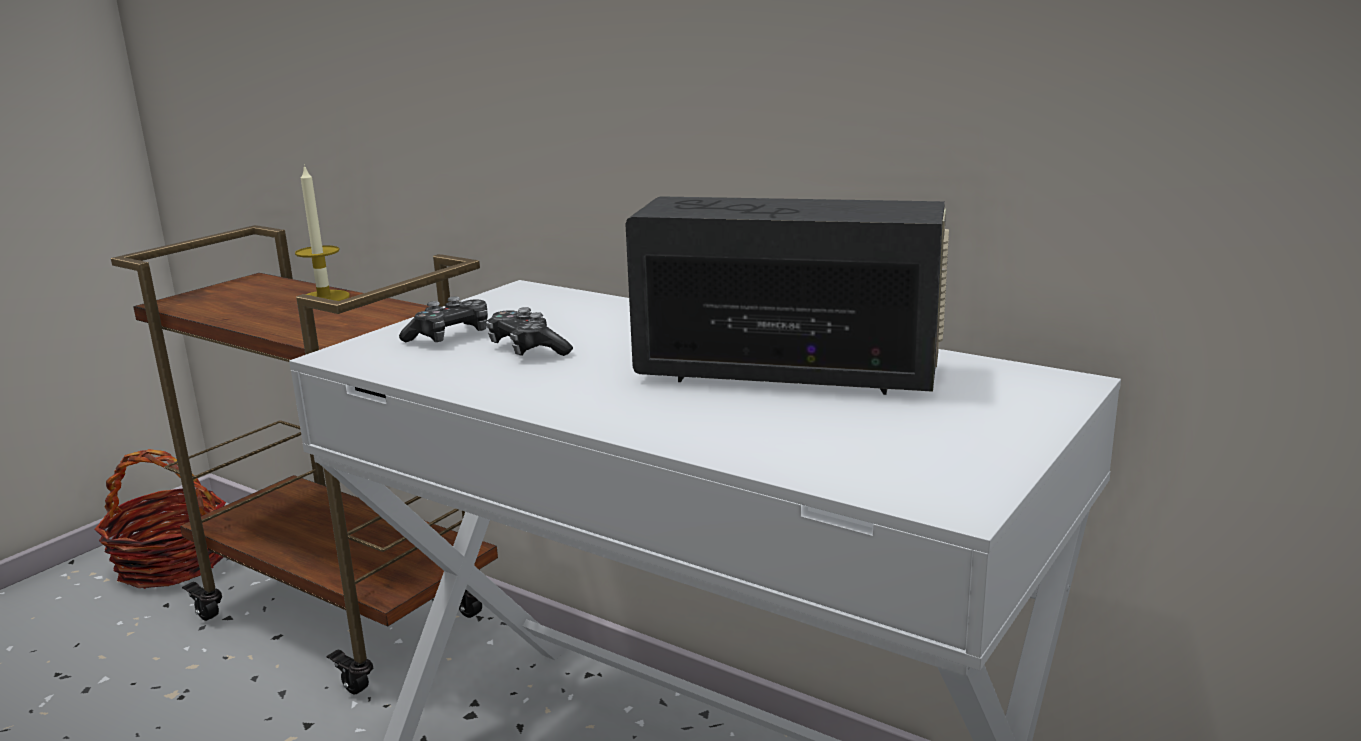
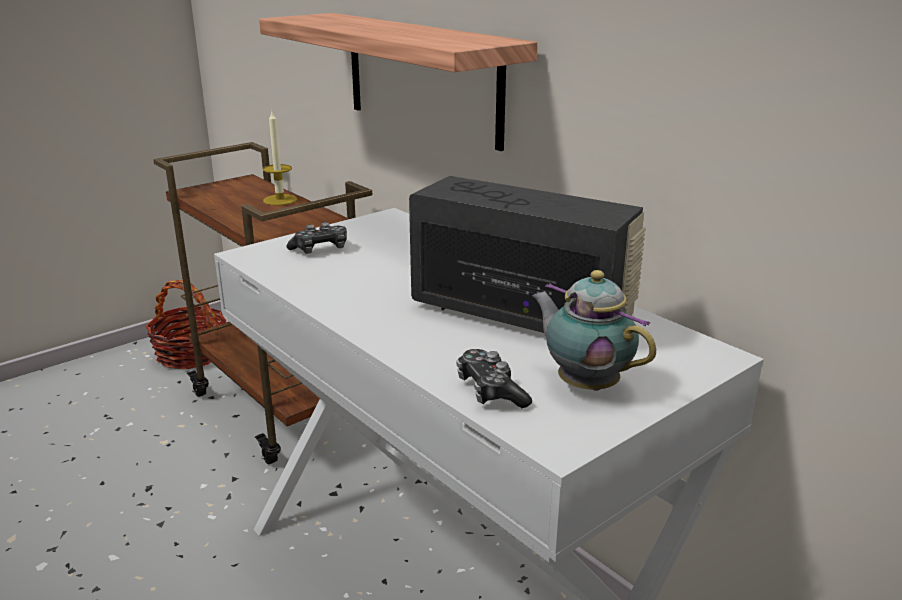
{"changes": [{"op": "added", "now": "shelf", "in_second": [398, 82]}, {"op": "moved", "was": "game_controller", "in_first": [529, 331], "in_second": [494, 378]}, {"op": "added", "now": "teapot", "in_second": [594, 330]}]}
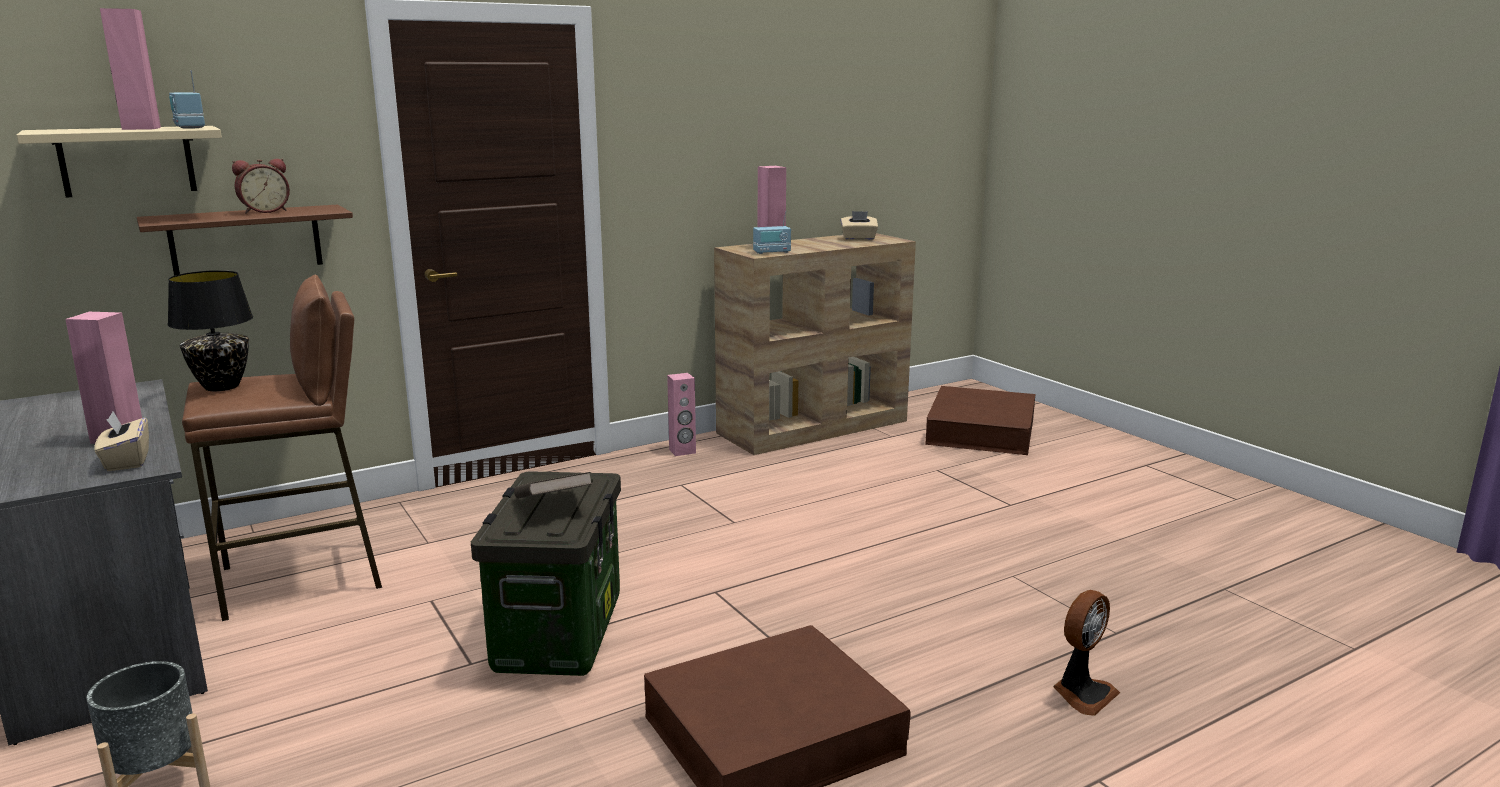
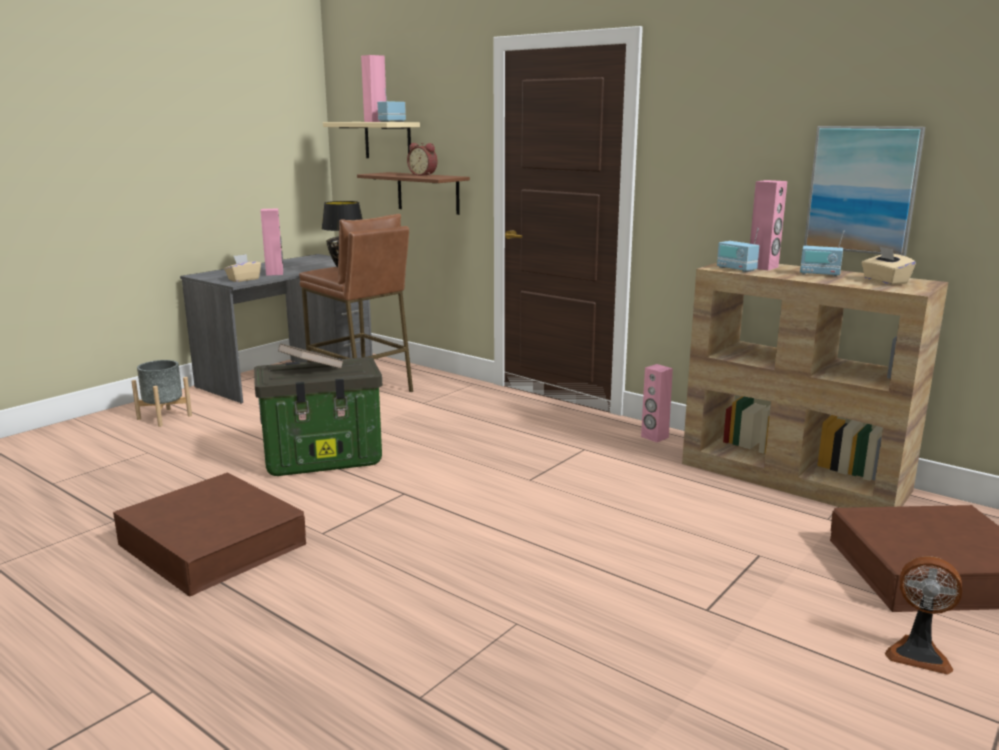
{"changes": [{"op": "added", "now": "radio", "in_second": [822, 253]}, {"op": "added", "now": "picture", "in_second": [864, 191]}, {"op": "moved", "was": "fan", "in_first": [1086, 653], "in_second": [923, 615]}]}
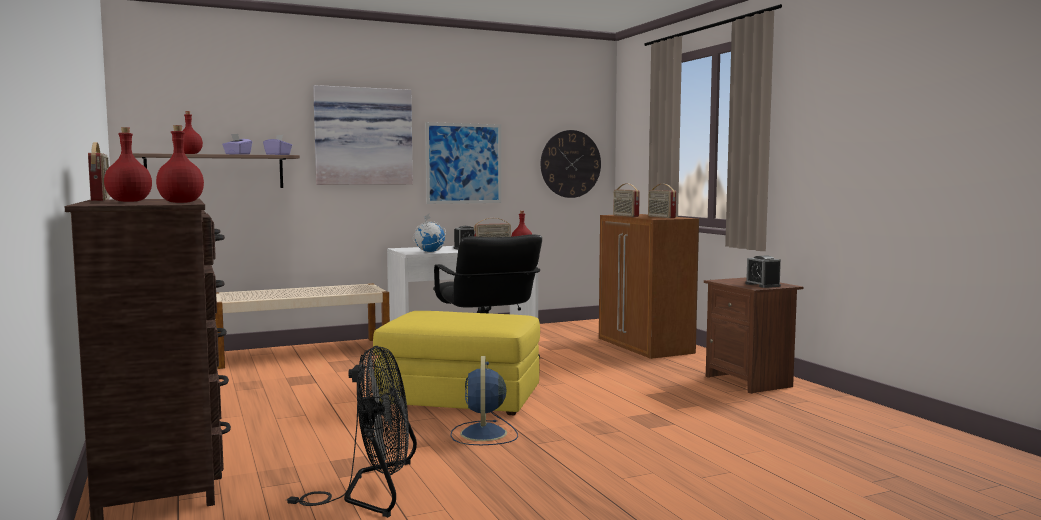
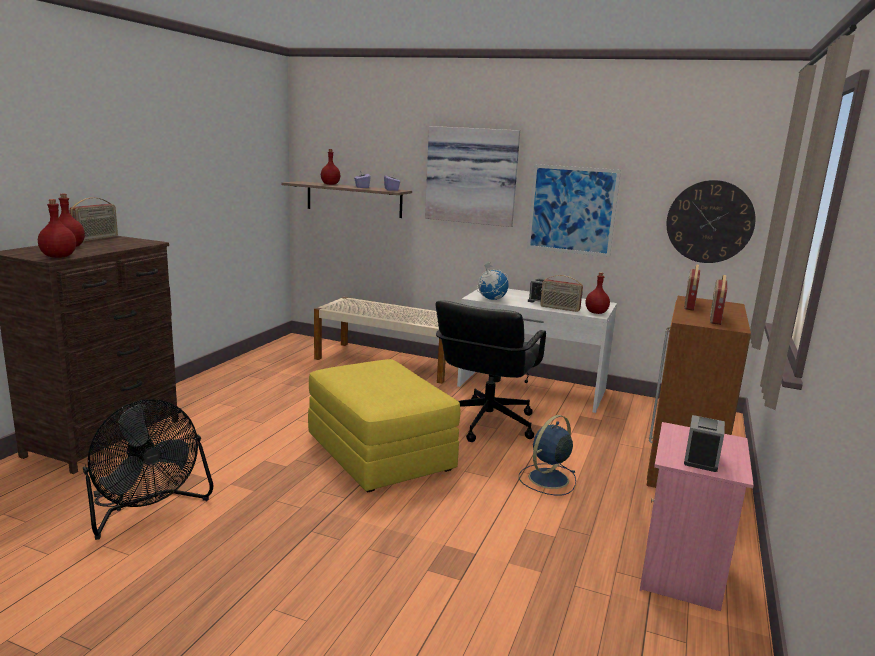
{"changes": [{"op": "moved", "was": "blue_fan", "in_first": [484, 400], "in_second": [547, 455]}, {"op": "recoloured", "was": "brown_nightstand", "now": "pink_nightstand", "in_first": [753, 335], "in_second": [697, 516]}]}
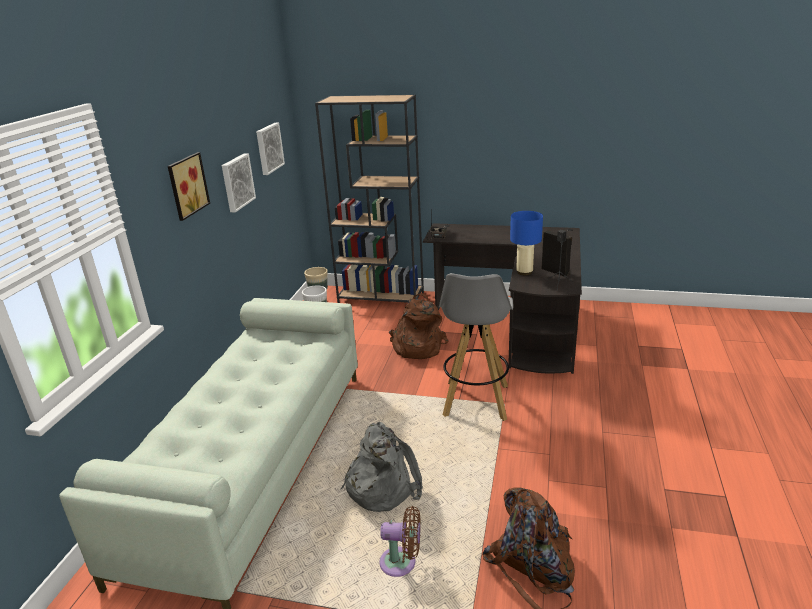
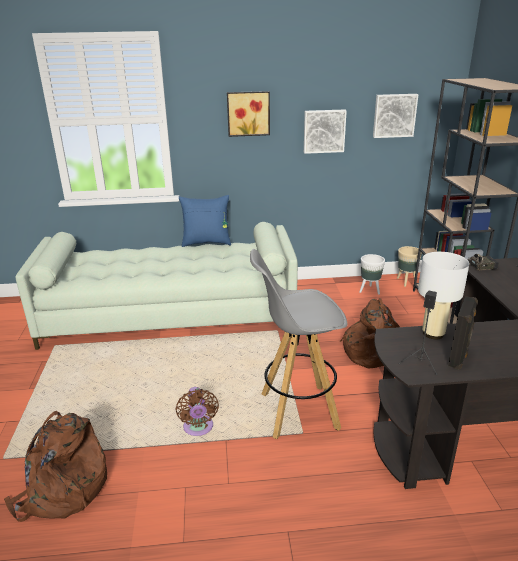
{"changes": [{"op": "moved", "was": "brown_fan", "in_first": [400, 541], "in_second": [197, 411]}, {"op": "added", "now": "blue_pillow", "in_second": [205, 221]}, {"op": "recoloured", "was": "blue_table_lamp", "now": "white_table_lamp", "in_first": [526, 243], "in_second": [443, 295]}, {"op": "removed", "was": "grey_backpack", "in_first": [382, 467]}]}
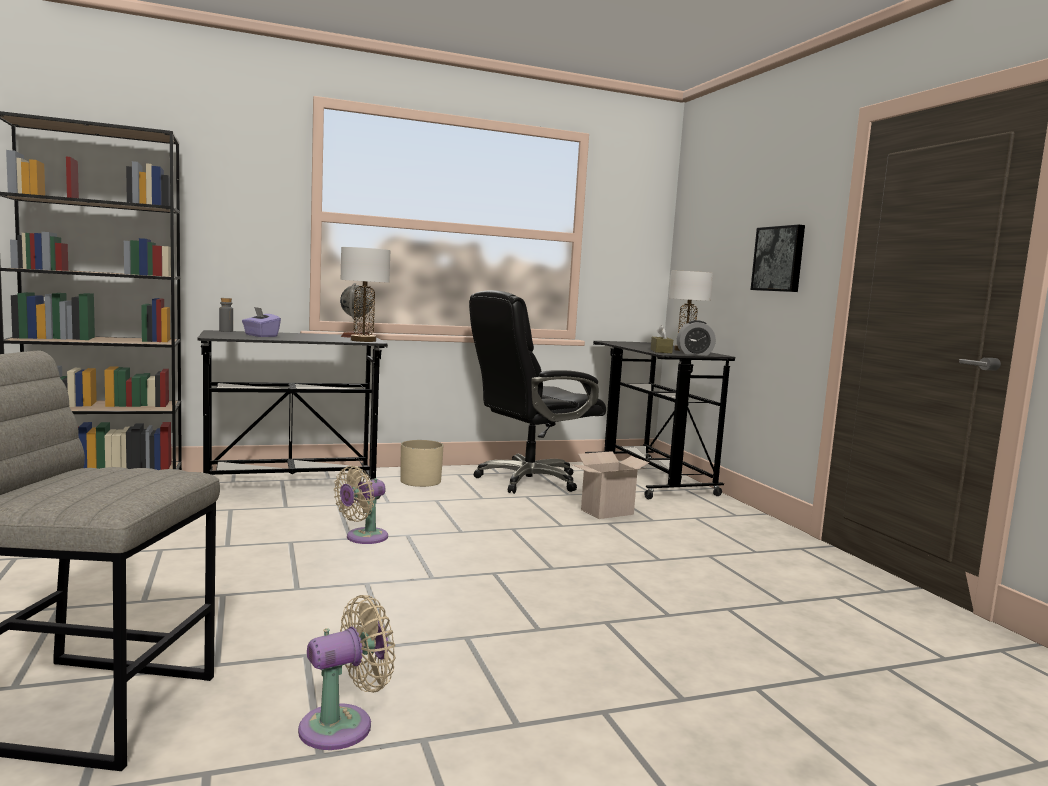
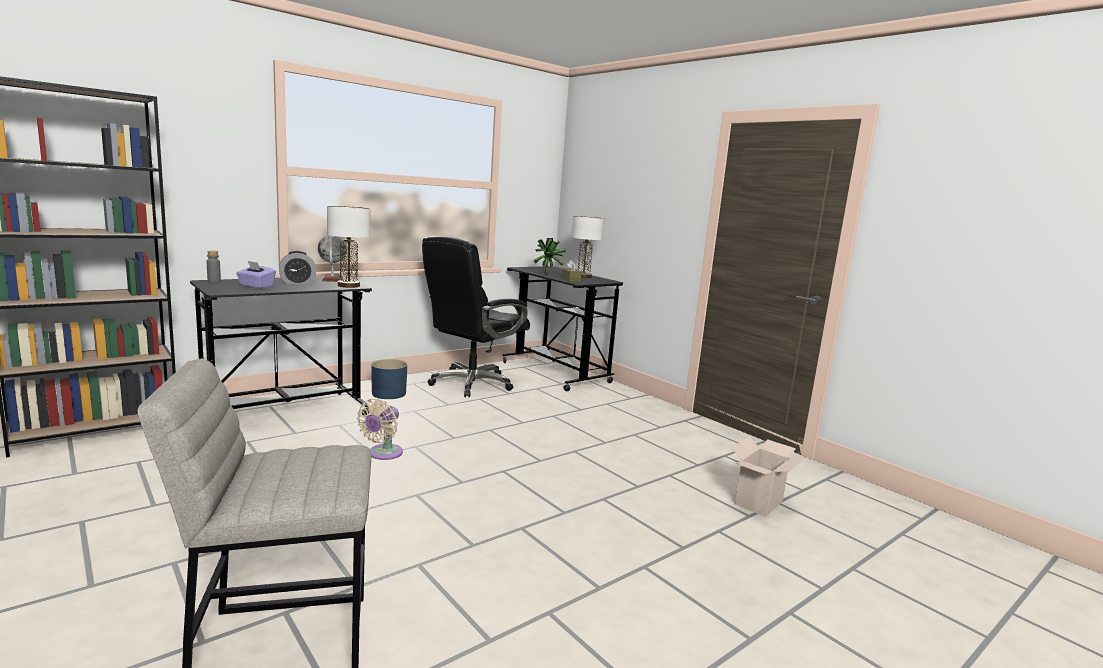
{"changes": [{"op": "moved", "was": "alarm_clock", "in_first": [696, 337], "in_second": [297, 267]}, {"op": "recoloured", "was": "beige_planter", "now": "blue_planter", "in_first": [422, 463], "in_second": [389, 379]}, {"op": "added", "now": "potted_plant", "in_second": [549, 256]}, {"op": "moved", "was": "cardboard_box", "in_first": [610, 485], "in_second": [768, 477]}, {"op": "removed", "was": "beige_fan", "in_first": [347, 672]}, {"op": "removed", "was": "picture", "in_first": [778, 258]}]}
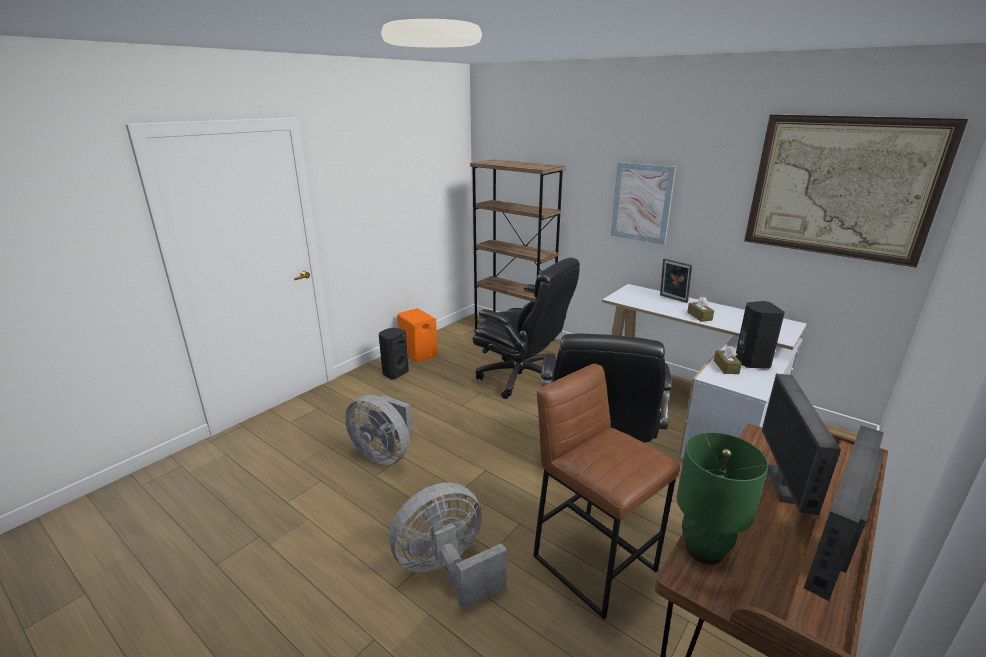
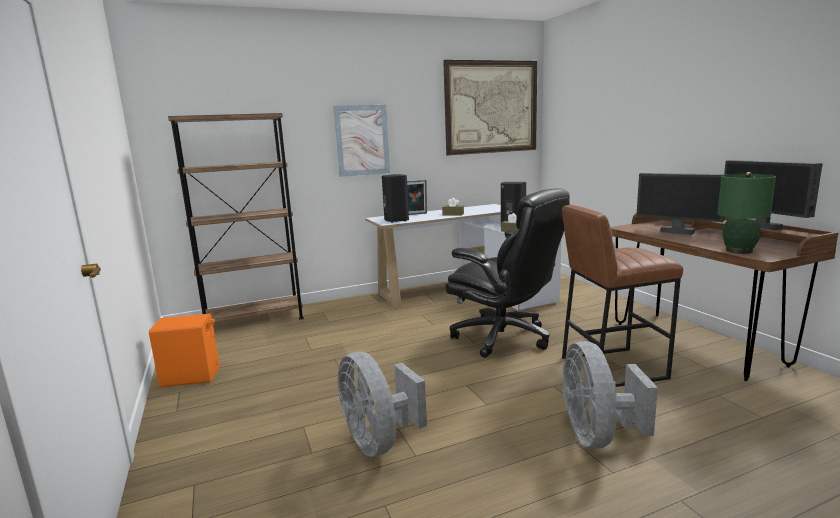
{"changes": [{"op": "turned", "was": "grey_fan", "in_first": [378, 430], "in_second": [382, 404], "clockwise": 90}, {"op": "moved", "was": "black_speaker", "in_first": [394, 353], "in_second": [395, 198]}, {"op": "removed", "was": "black_office_chair", "in_first": [526, 328]}]}
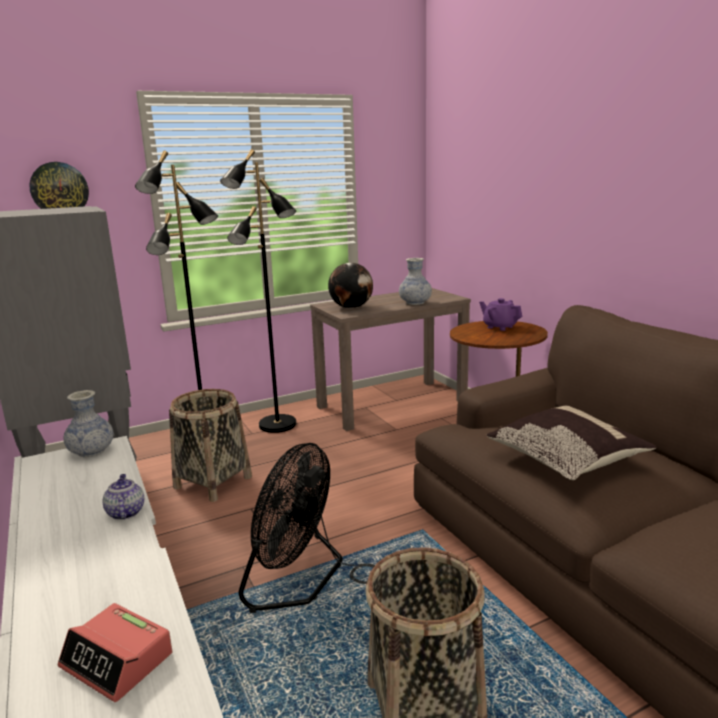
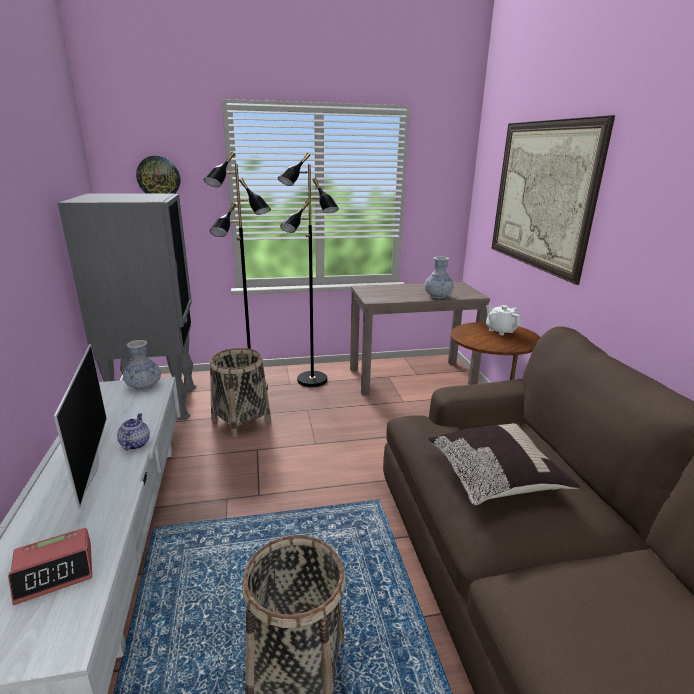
{"changes": [{"op": "turned", "was": "alarm_clock", "in_first": [115, 652], "in_second": [50, 566], "clockwise": -75}, {"op": "added", "now": "television", "in_second": [80, 426]}, {"op": "recoloured", "was": "purple_teapot", "now": "white_teapot", "in_first": [500, 314], "in_second": [503, 320]}, {"op": "added", "now": "picture", "in_second": [553, 200]}, {"op": "removed", "was": "black_fan", "in_first": [307, 528]}, {"op": "removed", "was": "globe", "in_first": [350, 286]}]}
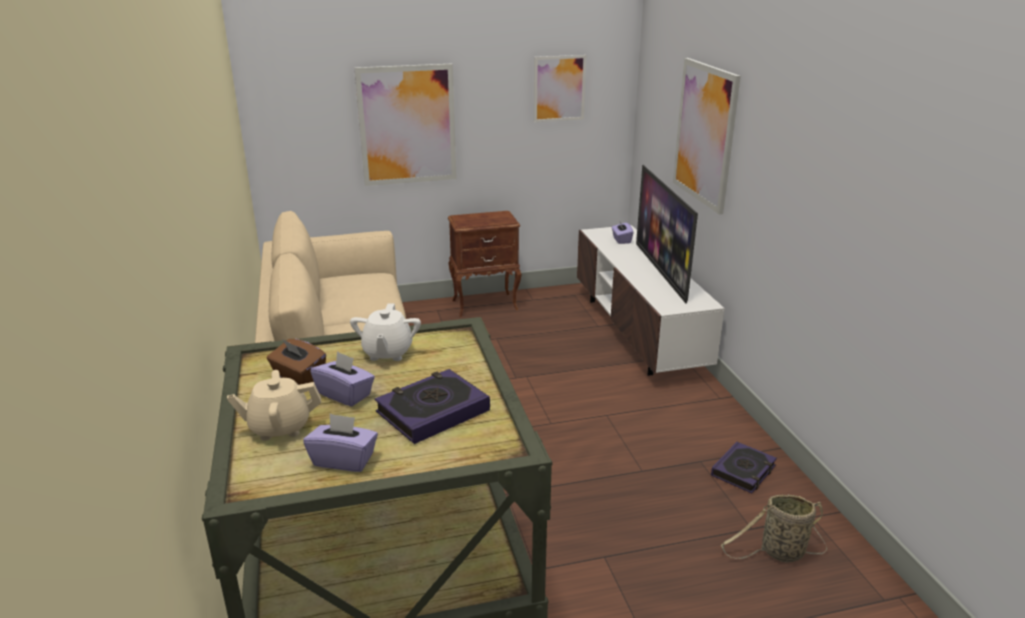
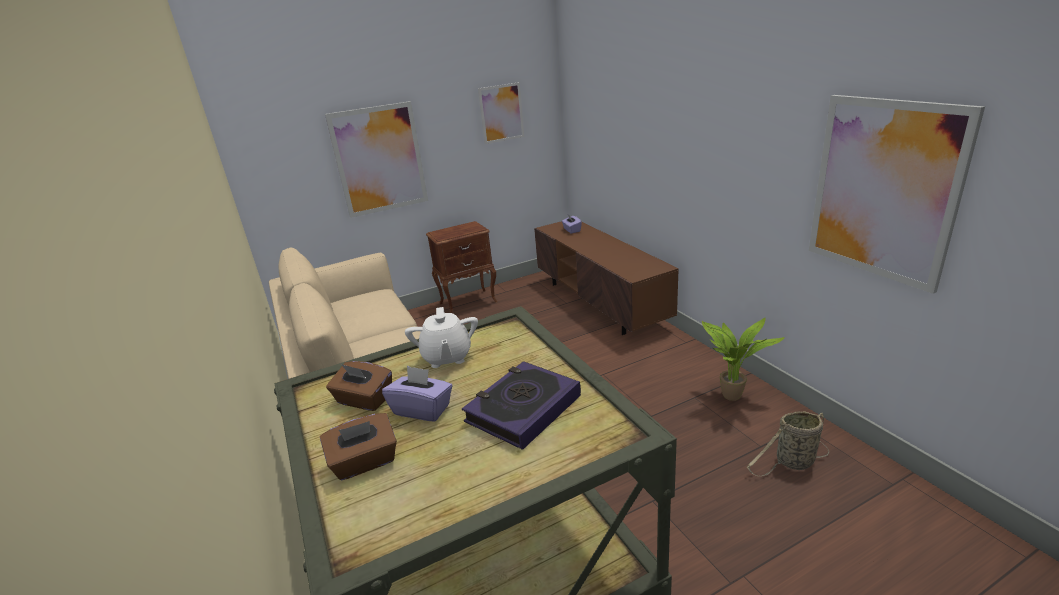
{"changes": [{"op": "replaced", "was": "beige_teapot", "now": "brown_tissue_box", "in_first": [274, 405], "in_second": [358, 446]}, {"op": "recoloured", "was": "white_tv_stand", "now": "brown_tv_stand", "in_first": [651, 300], "in_second": [606, 278]}, {"op": "replaced", "was": "book", "now": "potted_plant", "in_first": [744, 467], "in_second": [743, 359]}, {"op": "moved", "was": "picture", "in_first": [707, 136], "in_second": [897, 194]}, {"op": "removed", "was": "purple_tissue_box", "in_first": [340, 443]}, {"op": "removed", "was": "television", "in_first": [667, 234]}]}
